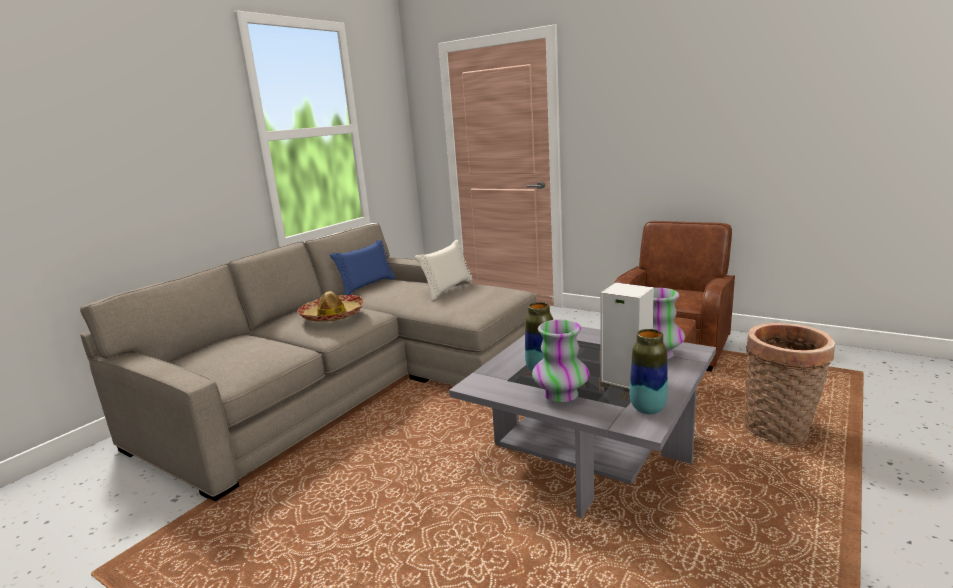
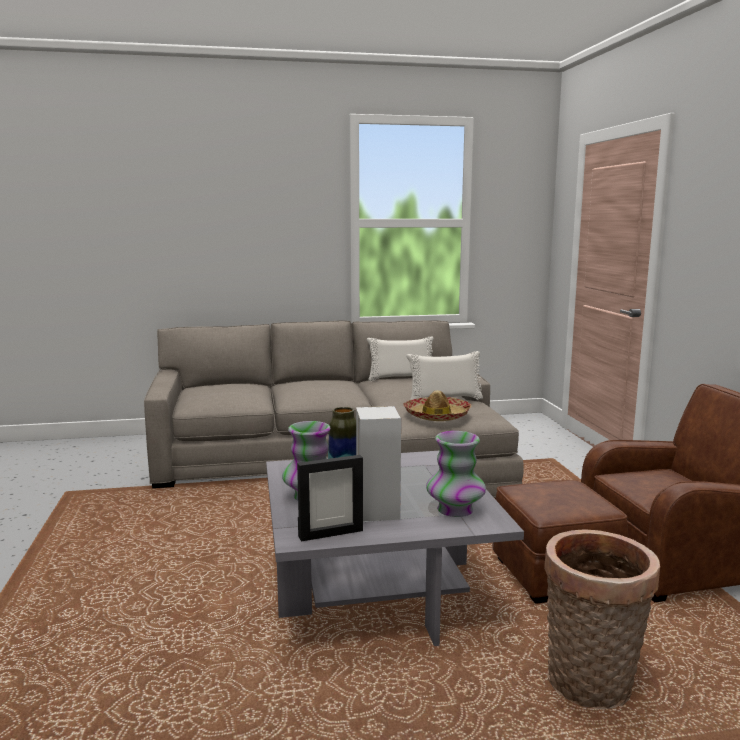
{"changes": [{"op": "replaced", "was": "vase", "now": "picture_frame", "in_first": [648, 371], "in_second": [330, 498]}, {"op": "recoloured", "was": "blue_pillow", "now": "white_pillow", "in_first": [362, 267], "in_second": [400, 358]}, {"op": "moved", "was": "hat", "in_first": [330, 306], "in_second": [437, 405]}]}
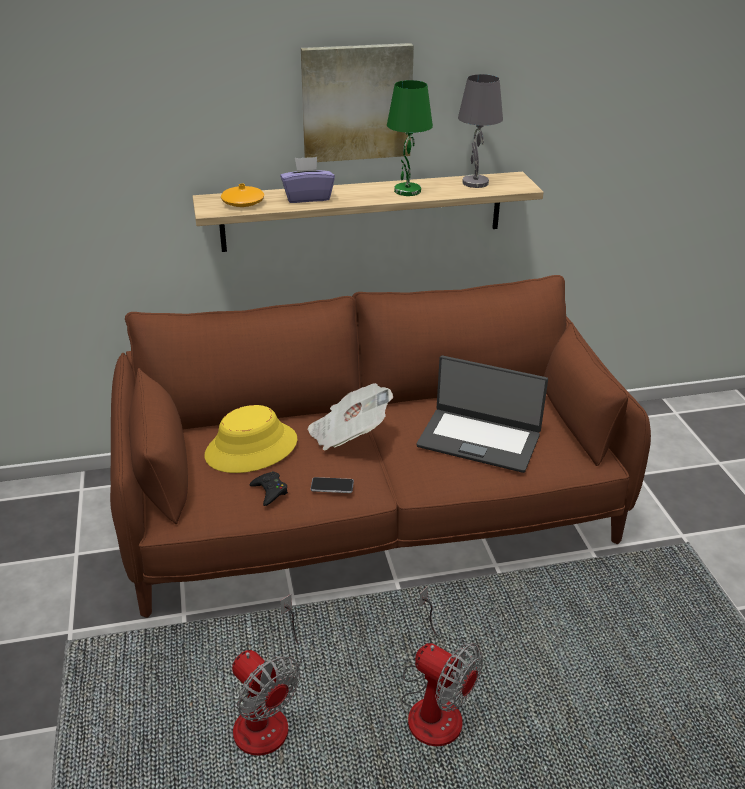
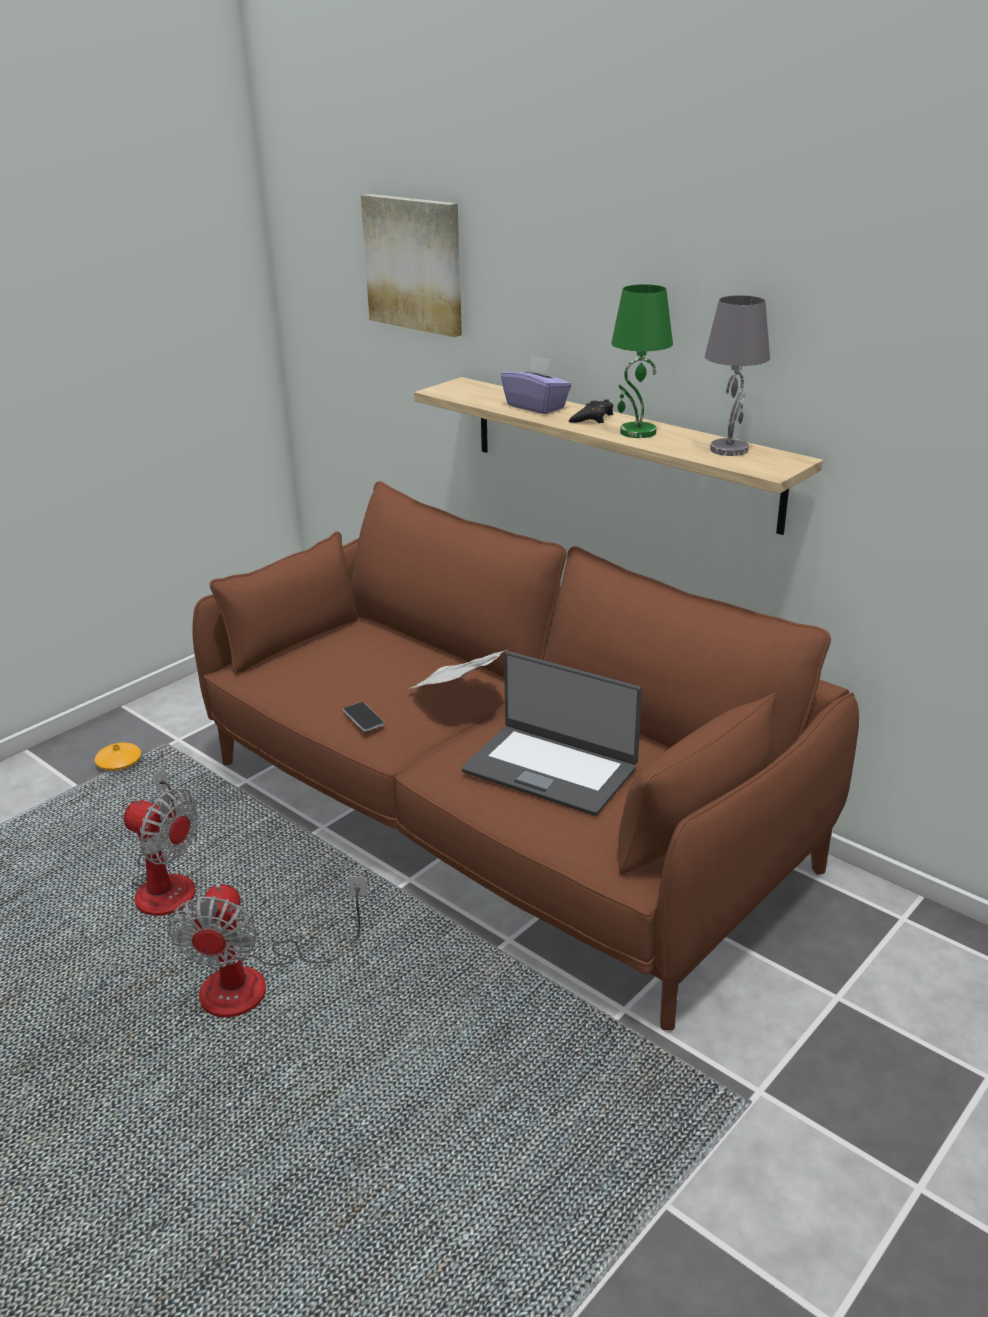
{"changes": [{"op": "moved", "was": "orange_vase", "in_first": [242, 195], "in_second": [117, 757]}, {"op": "turned", "was": "fan", "in_first": [267, 675], "in_second": [161, 842], "clockwise": -75}, {"op": "moved", "was": "picture", "in_first": [357, 102], "in_second": [411, 265]}, {"op": "turned", "was": "laptop", "in_first": [482, 414], "in_second": [552, 733], "clockwise": -45}, {"op": "moved", "was": "black_game_controller", "in_first": [269, 488], "in_second": [591, 411]}, {"op": "removed", "was": "yellow_hat", "in_first": [251, 439]}]}
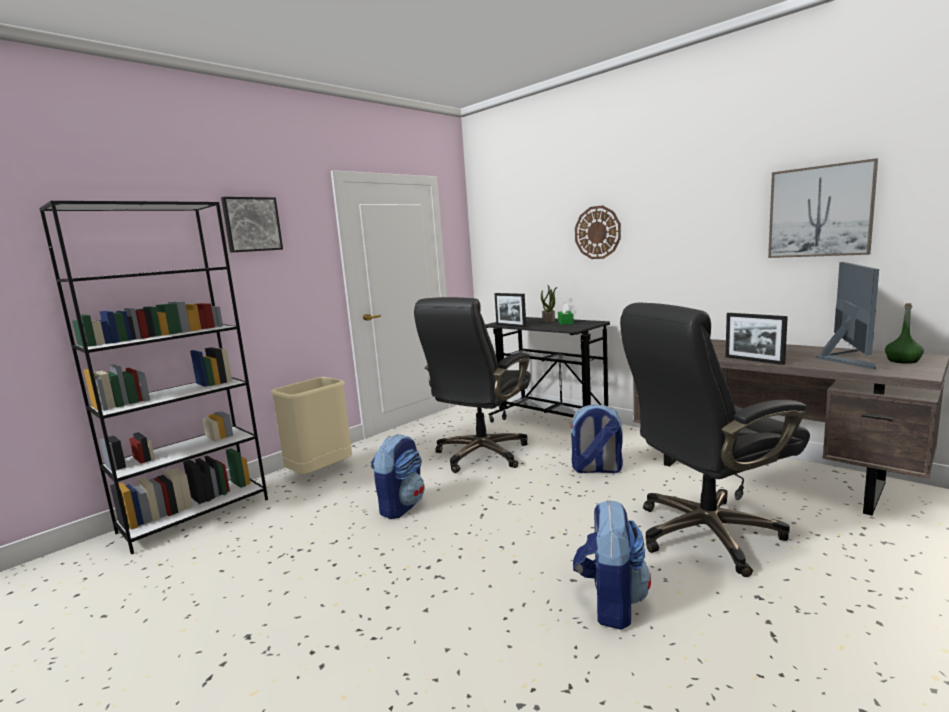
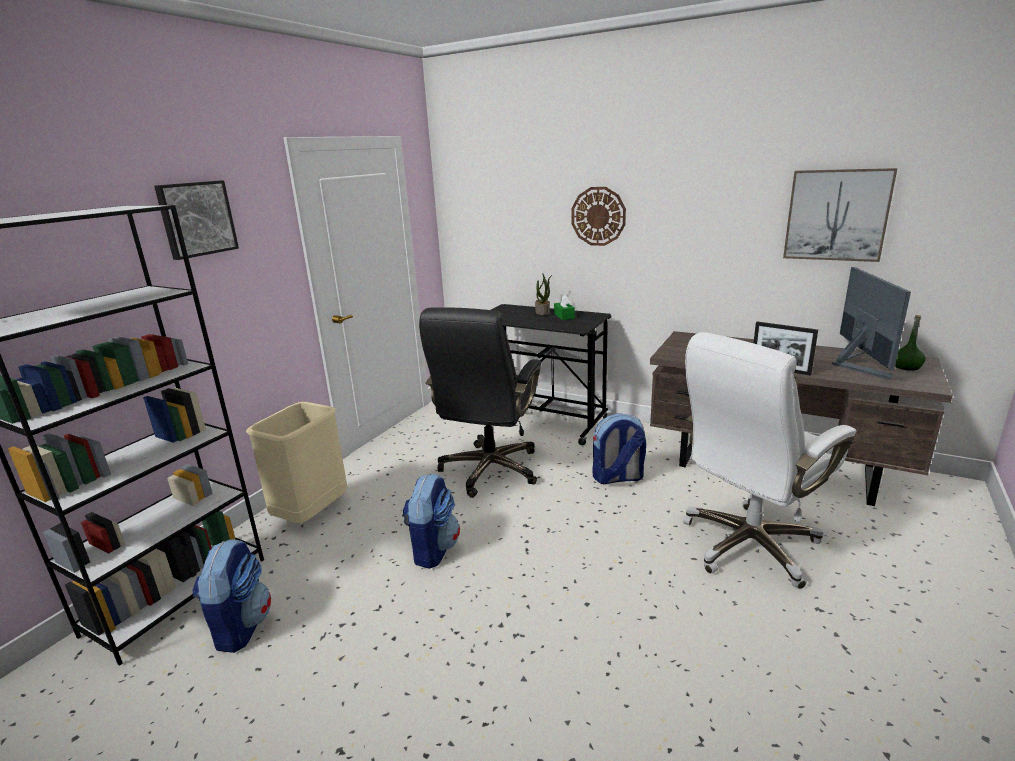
{"changes": [{"op": "moved", "was": "backpack", "in_first": [612, 565], "in_second": [231, 596]}, {"op": "recoloured", "was": "black_office_chair", "now": "white_office_chair", "in_first": [715, 440], "in_second": [769, 460]}, {"op": "removed", "was": "picture_frame", "in_first": [510, 310]}]}
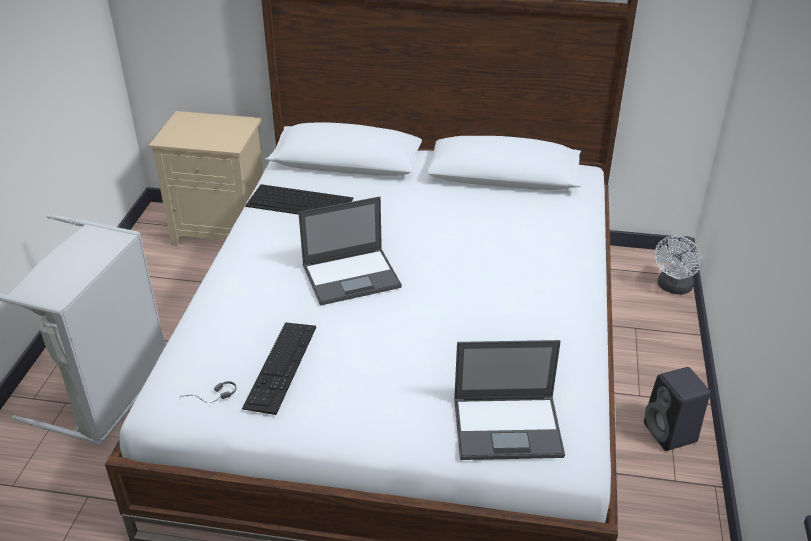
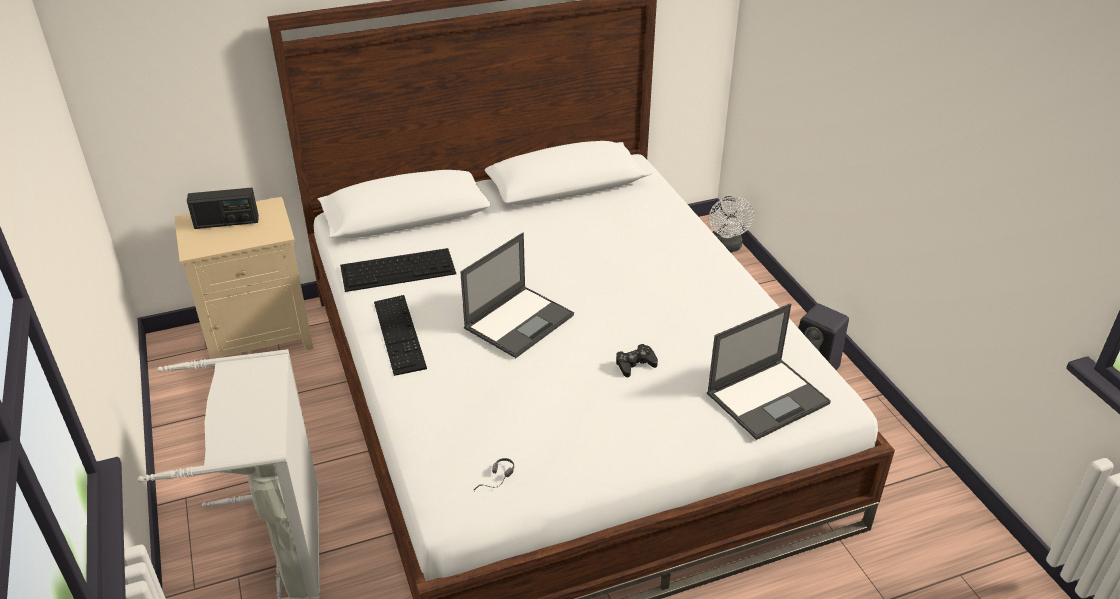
{"changes": [{"op": "added", "now": "radio", "in_second": [223, 208]}, {"op": "moved", "was": "keyboard", "in_first": [279, 368], "in_second": [400, 335]}, {"op": "added", "now": "black_game_controller", "in_second": [637, 361]}]}
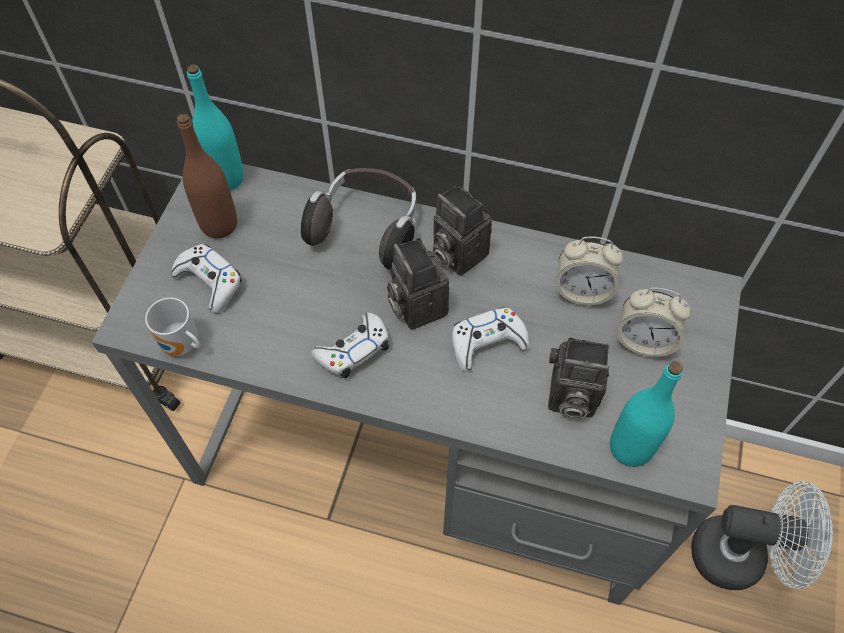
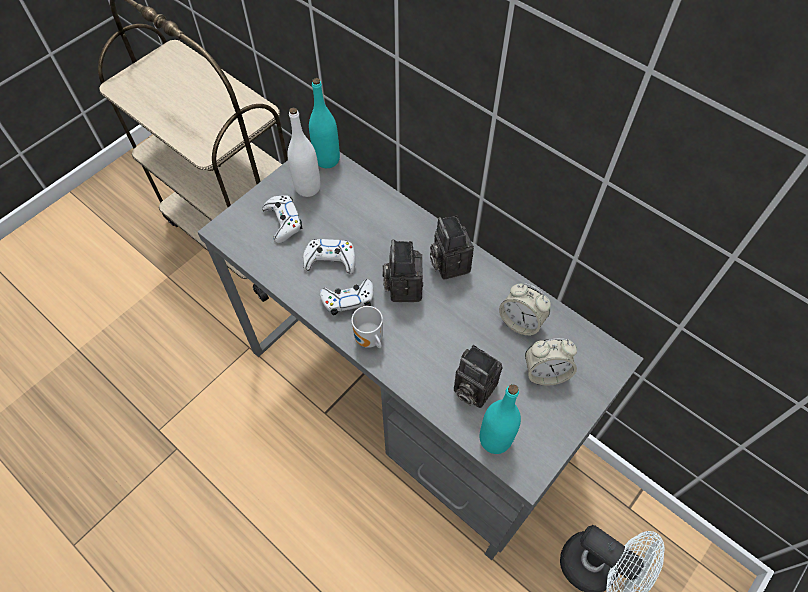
{"changes": [{"op": "recoloured", "was": "brown_bottle", "now": "white_bottle", "in_first": [207, 176], "in_second": [304, 152]}, {"op": "moved", "was": "white_game_controller", "in_first": [491, 339], "in_second": [329, 256]}, {"op": "moved", "was": "mug", "in_first": [173, 327], "in_second": [367, 327]}, {"op": "turned", "was": "alarm_clock", "in_first": [654, 322], "in_second": [551, 362], "clockwise": -45}, {"op": "removed", "was": "headphones", "in_first": [358, 218]}]}
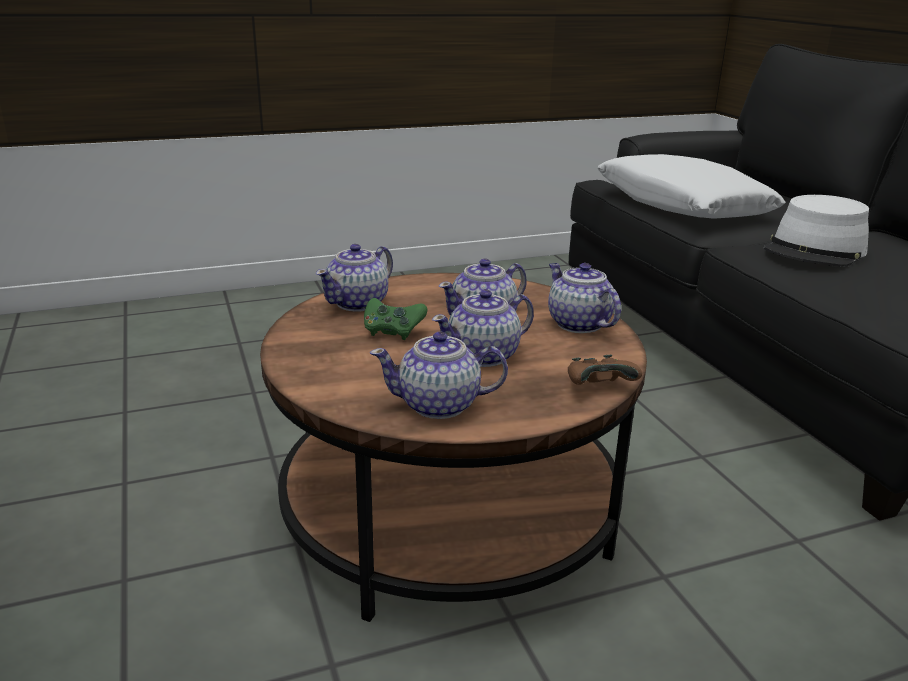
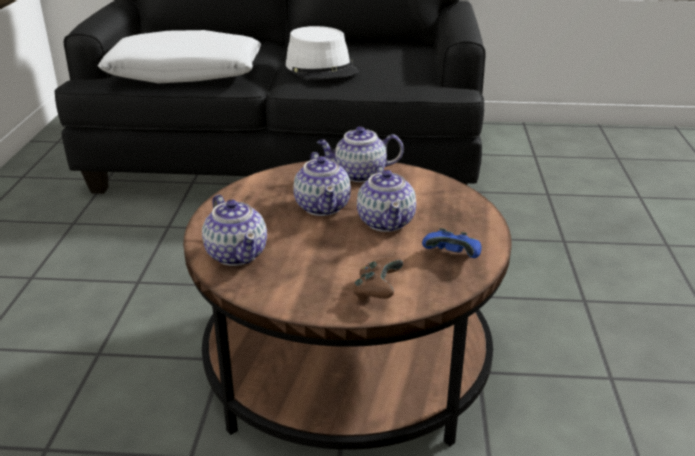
{"changes": [{"op": "moved", "was": "brown_game_controller", "in_first": [605, 370], "in_second": [378, 279]}, {"op": "replaced", "was": "teapot", "now": "blue_game_controller", "in_first": [439, 375], "in_second": [451, 243]}, {"op": "removed", "was": "green_game_controller", "in_first": [395, 319]}]}
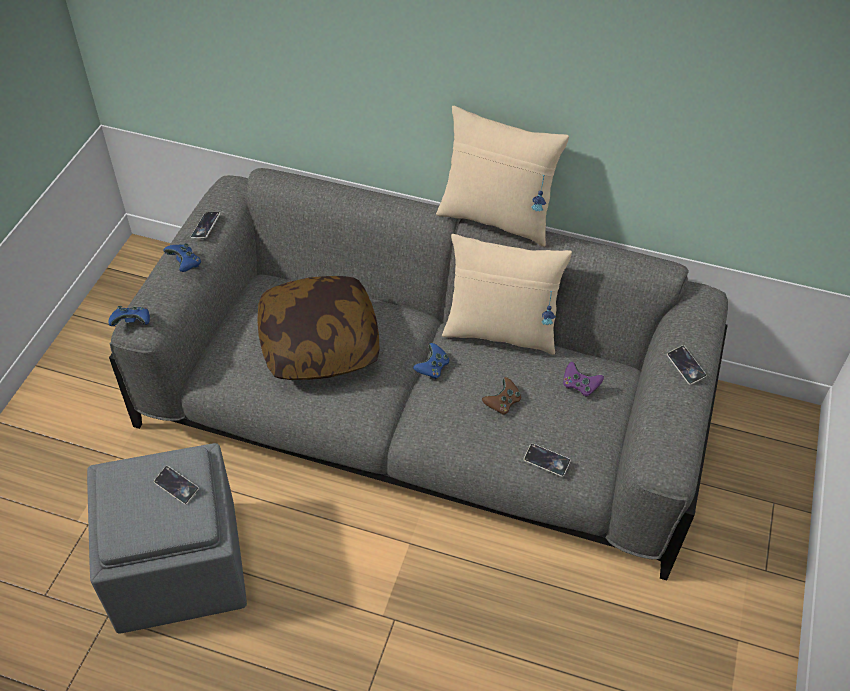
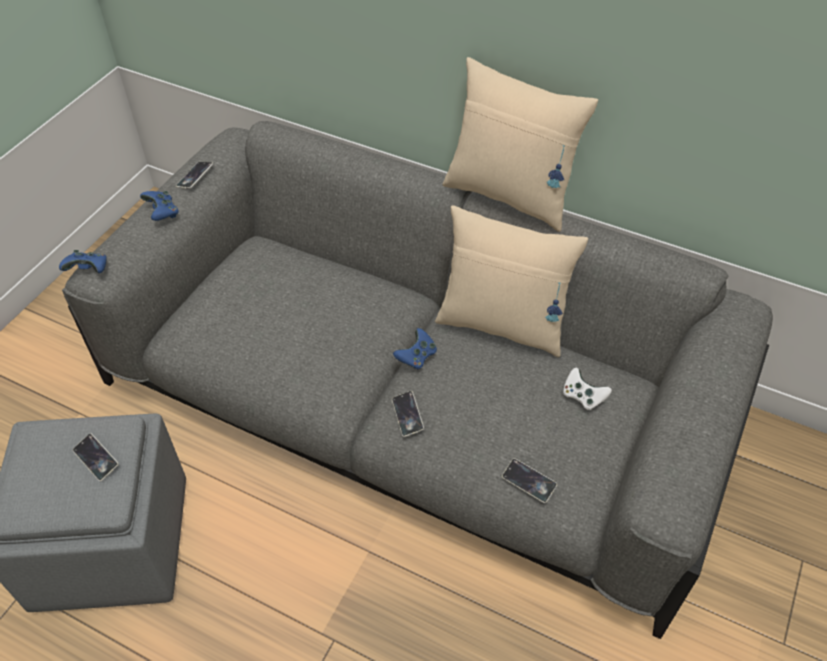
{"changes": [{"op": "moved", "was": "phone", "in_first": [687, 365], "in_second": [408, 414]}, {"op": "recoloured", "was": "purple_game_controller", "now": "white_game_controller", "in_first": [583, 379], "in_second": [587, 388]}, {"op": "removed", "was": "pillow", "in_first": [318, 328]}, {"op": "removed", "was": "brown_game_controller", "in_first": [501, 396]}]}
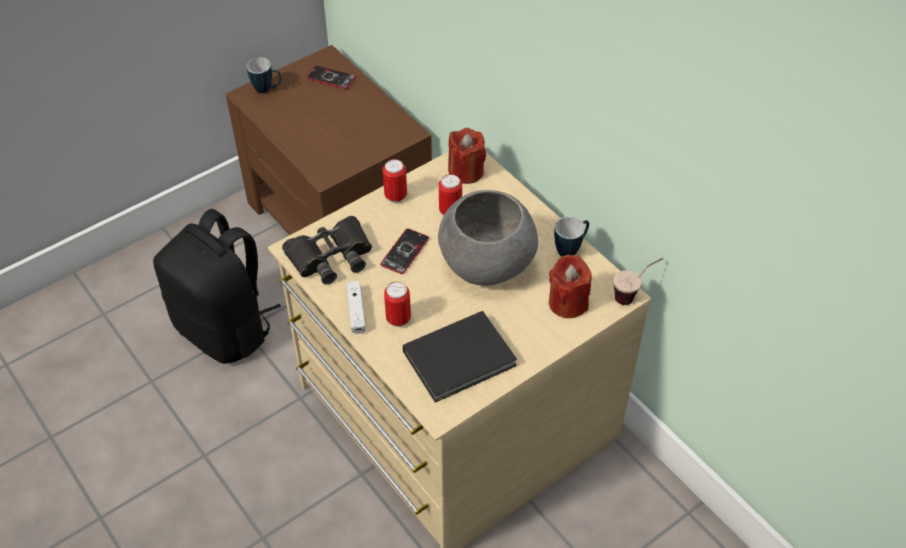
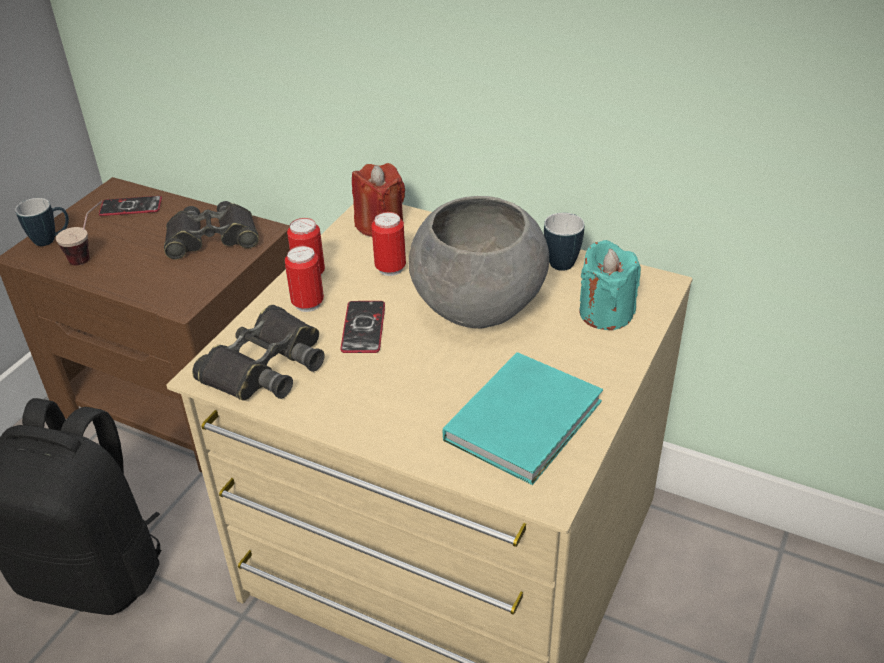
{"changes": [{"op": "moved", "was": "cup", "in_first": [638, 281], "in_second": [79, 233]}, {"op": "added", "now": "black_binoculars", "in_second": [211, 230]}, {"op": "moved", "was": "can", "in_first": [397, 304], "in_second": [304, 279]}, {"op": "recoloured", "was": "black_book", "now": "turquoise_book", "in_first": [460, 357], "in_second": [523, 418]}, {"op": "recoloured", "was": "red_candle", "now": "turquoise_candle", "in_first": [570, 286], "in_second": [610, 285]}, {"op": "removed", "was": "white_game_controller", "in_first": [356, 307]}]}
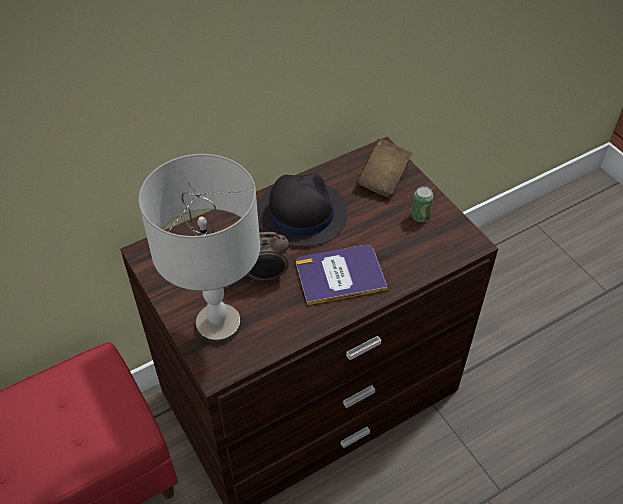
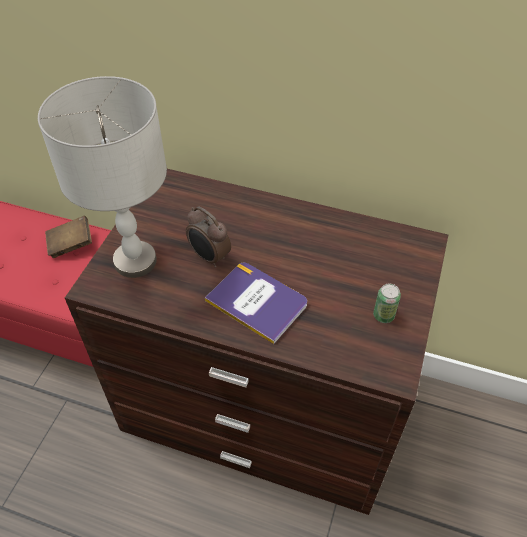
{"changes": [{"op": "moved", "was": "brown_book", "in_first": [384, 168], "in_second": [68, 237]}, {"op": "removed", "was": "black_hat", "in_first": [302, 210]}]}
